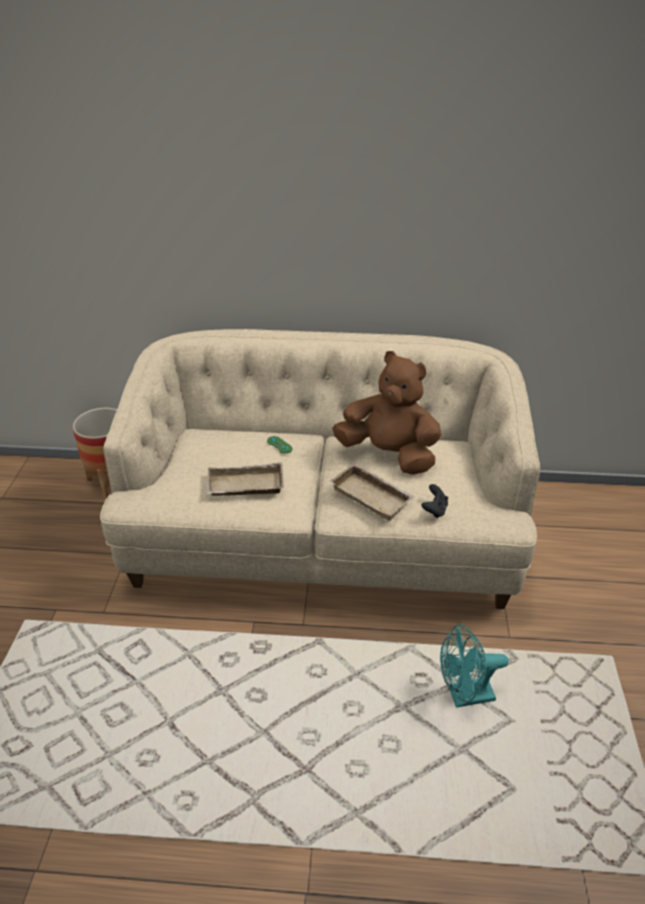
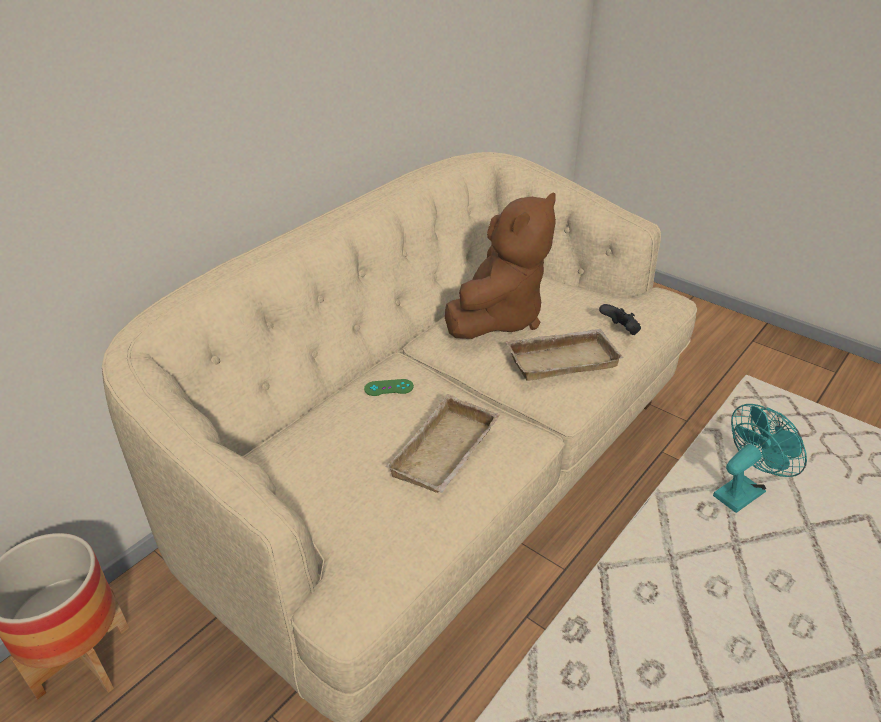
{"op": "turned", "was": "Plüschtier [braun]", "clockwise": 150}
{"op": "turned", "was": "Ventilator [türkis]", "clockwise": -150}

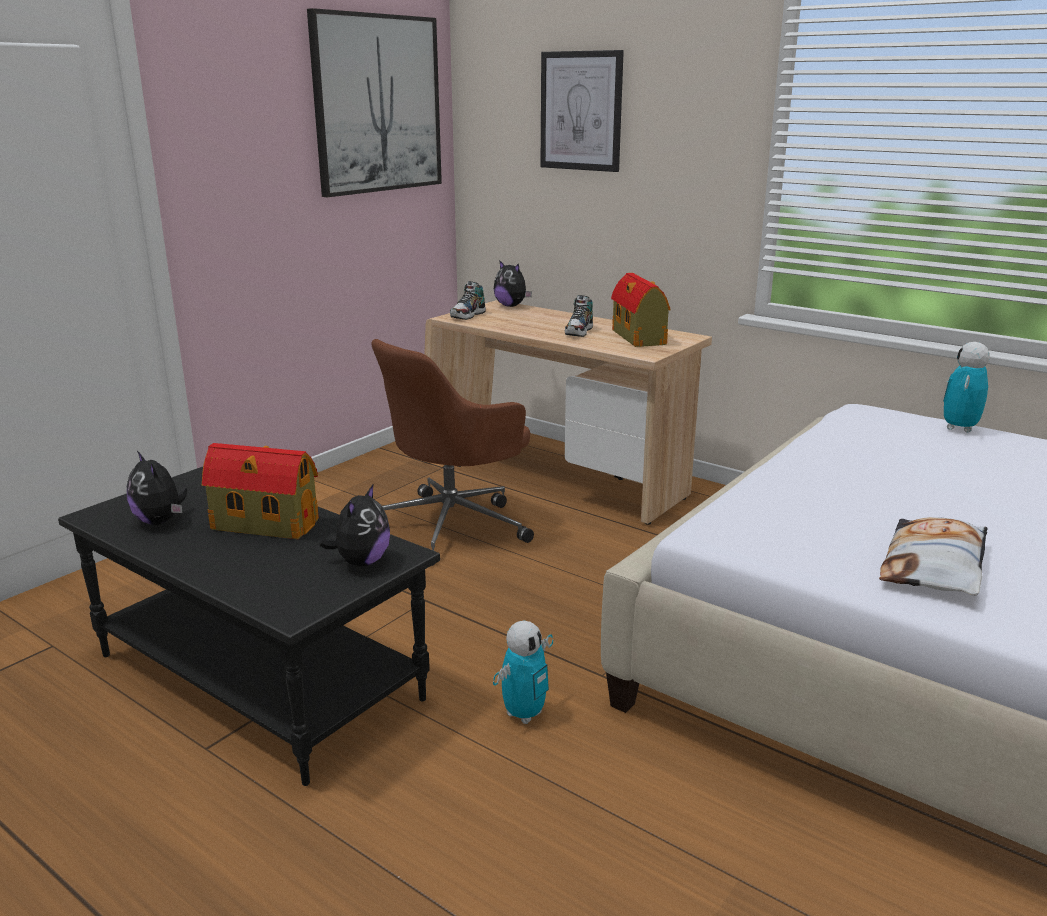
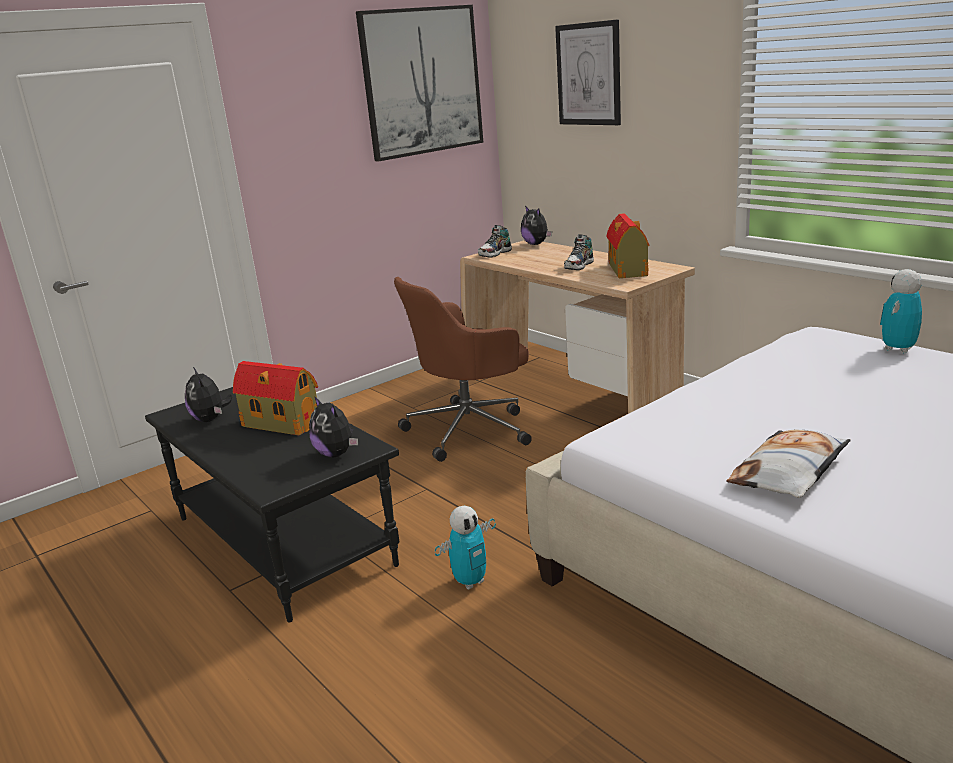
{"op": "turned", "was": "Plüschtier (2nd from left)", "clockwise": 105}

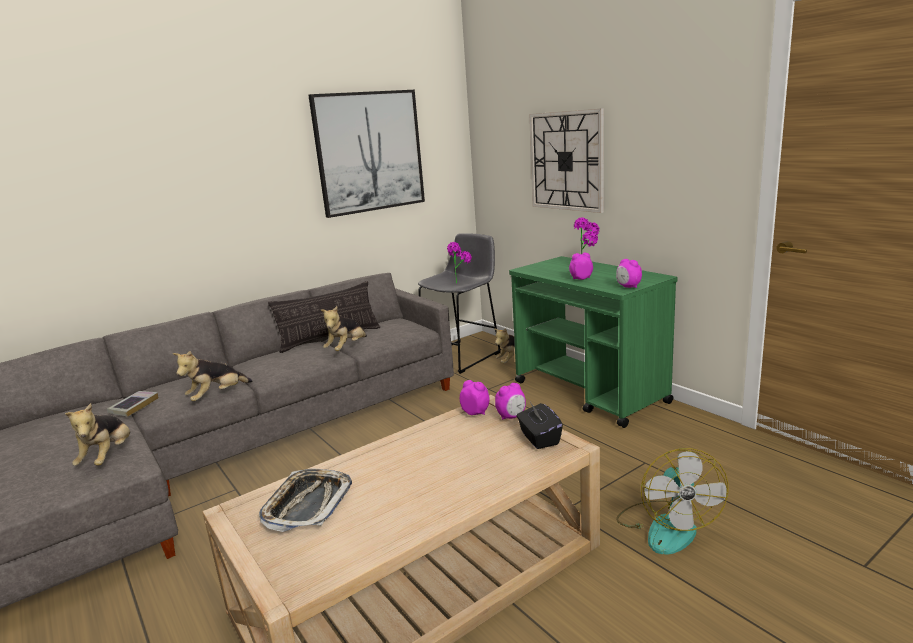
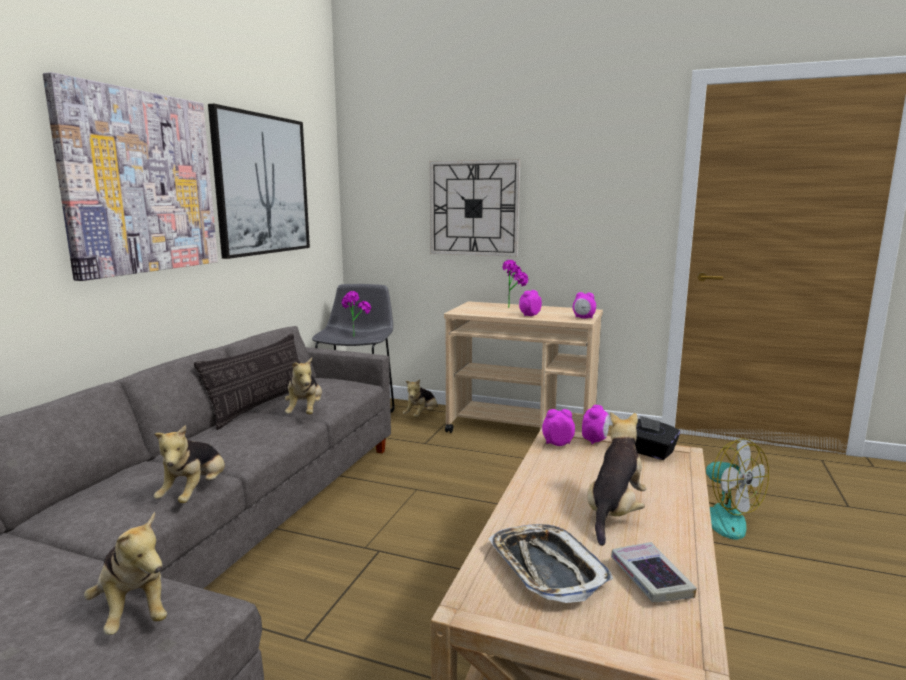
{"op": "recoloured", "was": "Rollwagen [grün]", "now": "Rollwagen [beige]"}
{"op": "moved", "was": "Buch"}
{"op": "added", "now": "Bild (1st from left)"}
{"op": "added", "now": "Plüschtier (5th from left)"}

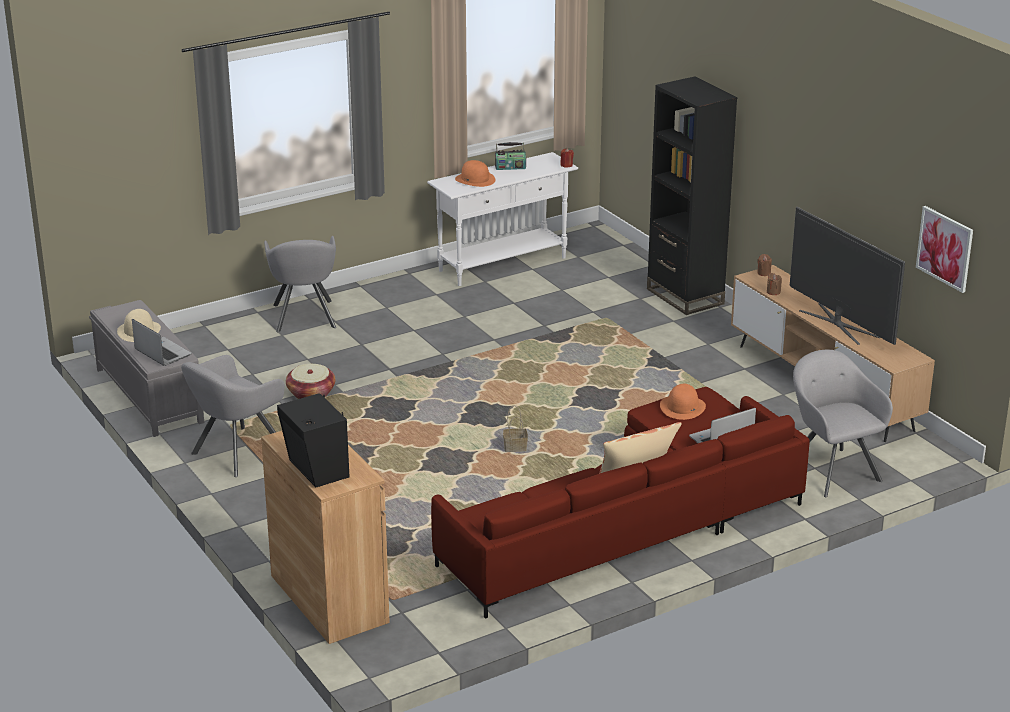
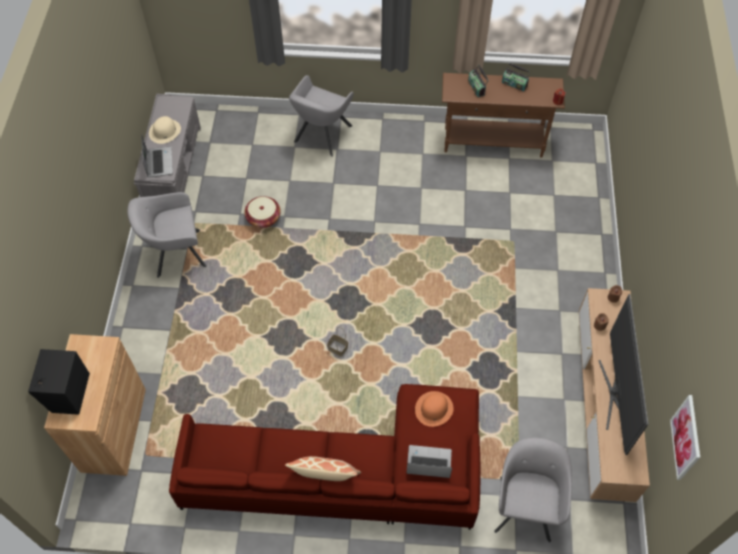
{"op": "removed", "was": "Bücherregal [schwarz]"}
{"op": "recoloured", "was": "Konsolentisch [weiß]", "now": "Konsolentisch [braun]"}
{"op": "replaced", "was": "Hut [orange] (1st from left)", "now": "Radio (1st from left)"}

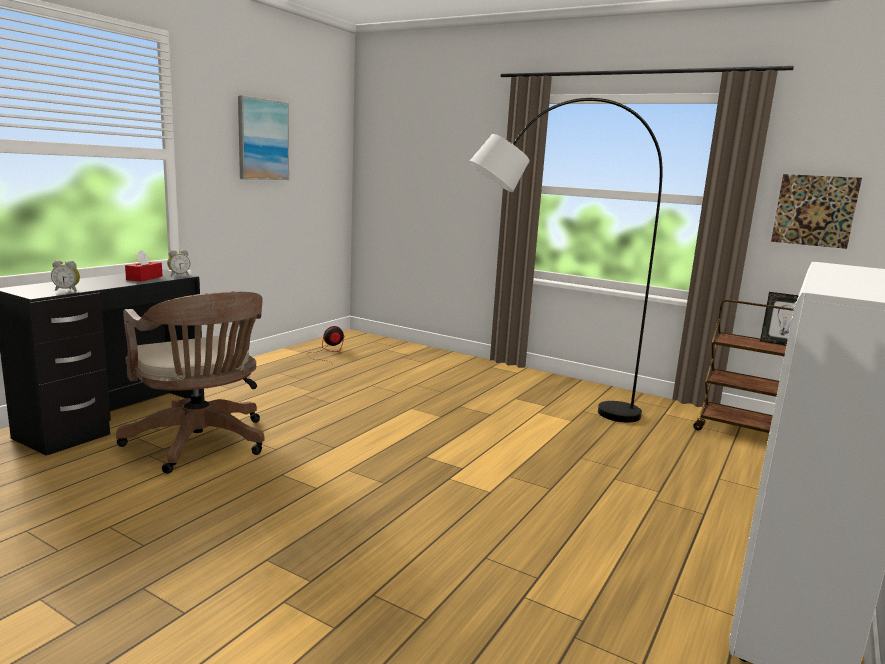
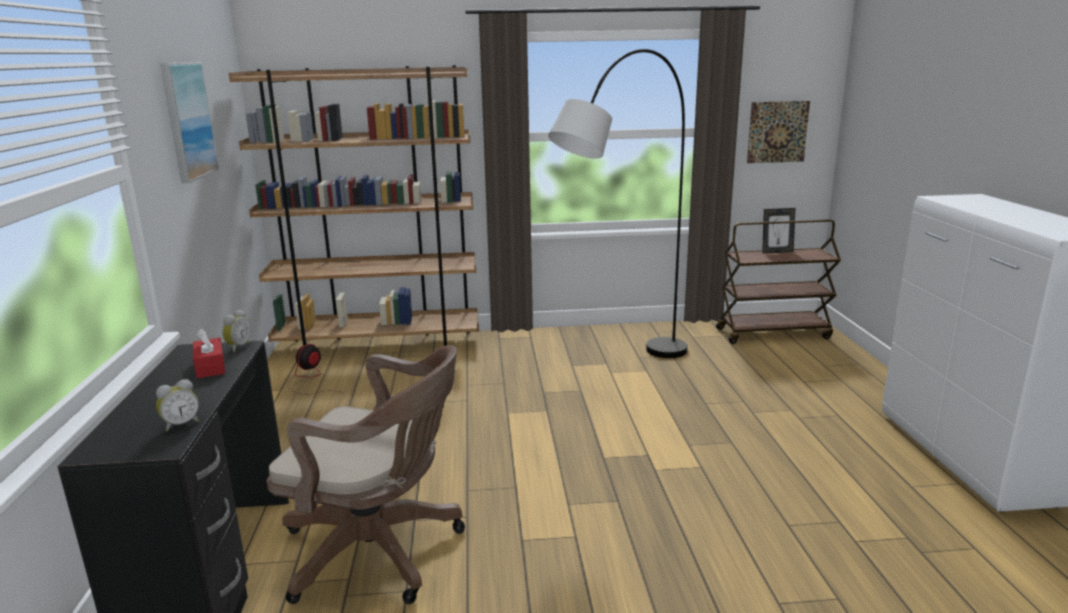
{"op": "added", "now": "Bücherregal [braun]"}

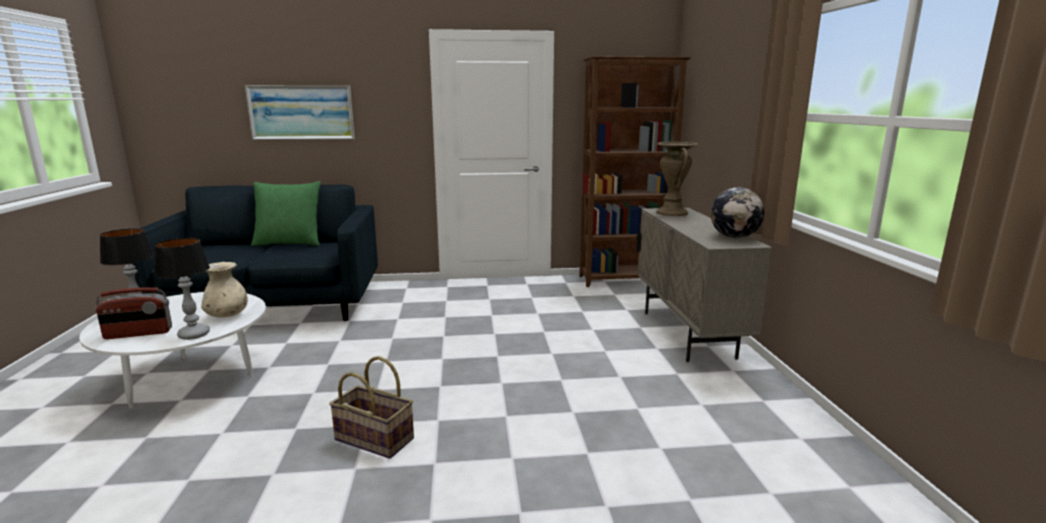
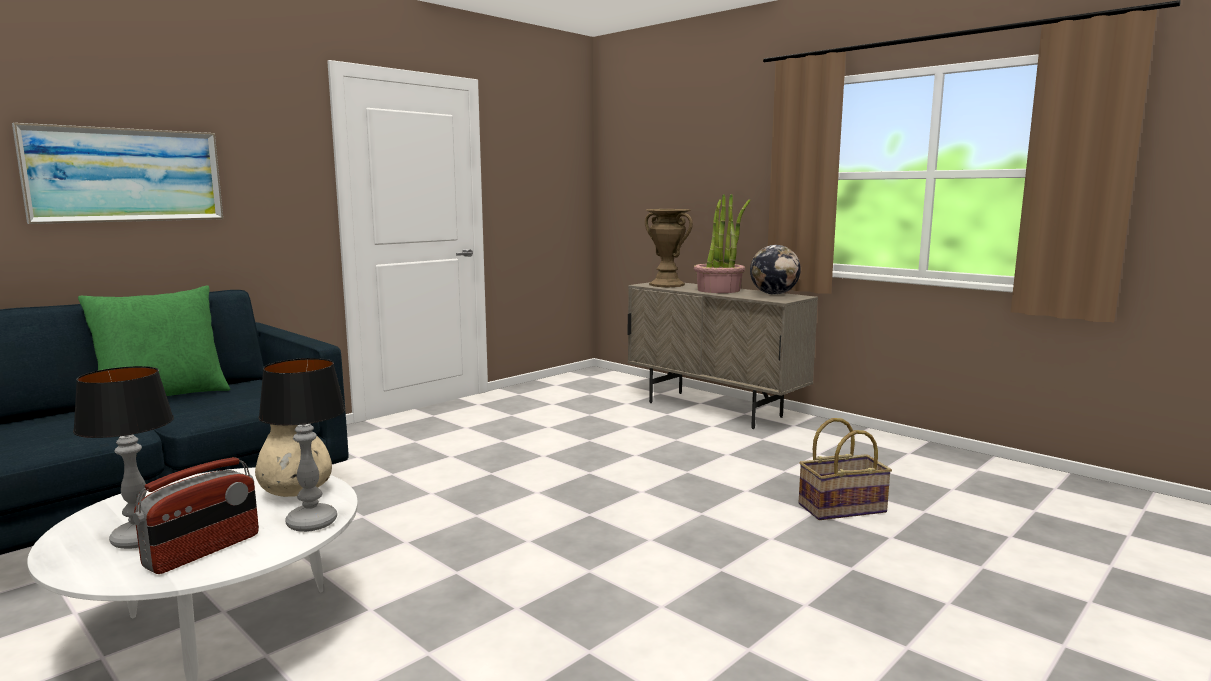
{"op": "removed", "was": "Bücherregal [braun]"}
{"op": "moved", "was": "Korb"}
{"op": "added", "now": "Topfpflanze"}

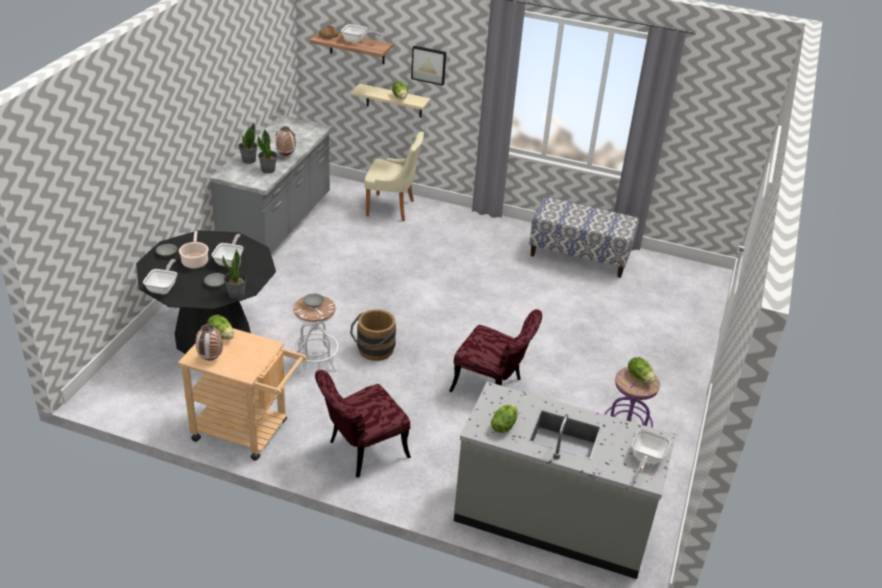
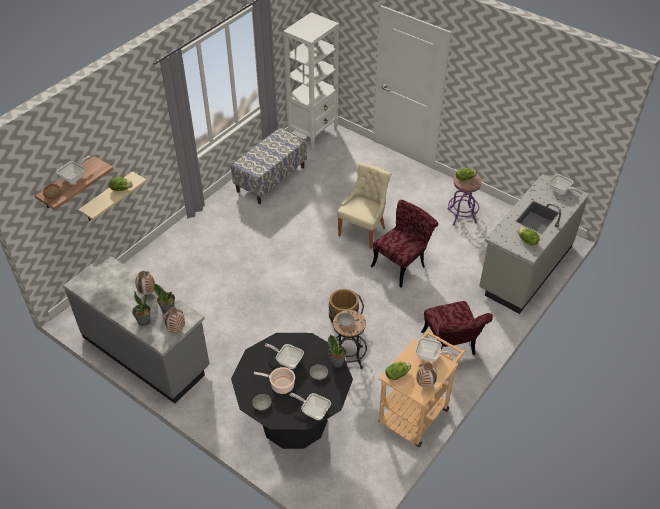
{"op": "removed", "was": "Bild"}
{"op": "moved", "was": "Stuhl [beige]"}
{"op": "recoloured", "was": "Hocker [weiß]", "now": "Hocker [schwarz]"}
{"op": "added", "now": "Bücherregal [weiß]"}
{"op": "added", "now": "Vase (2nd from left)"}
{"op": "added", "now": "Pfanne (4th from left)"}

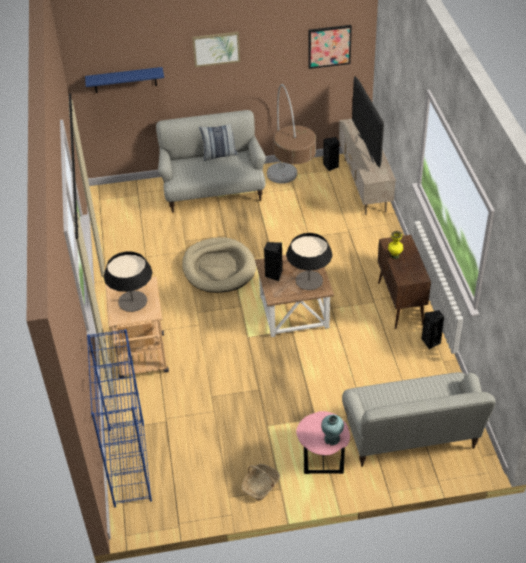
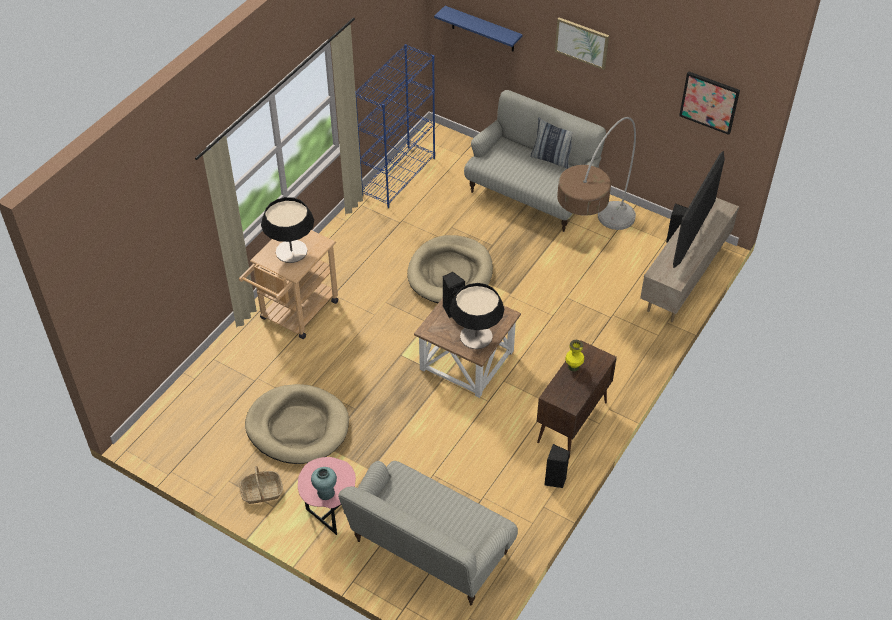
{"op": "moved", "was": "Bücherregal [blau]"}
{"op": "added", "now": "Hundebett [beige] (1st from left)"}

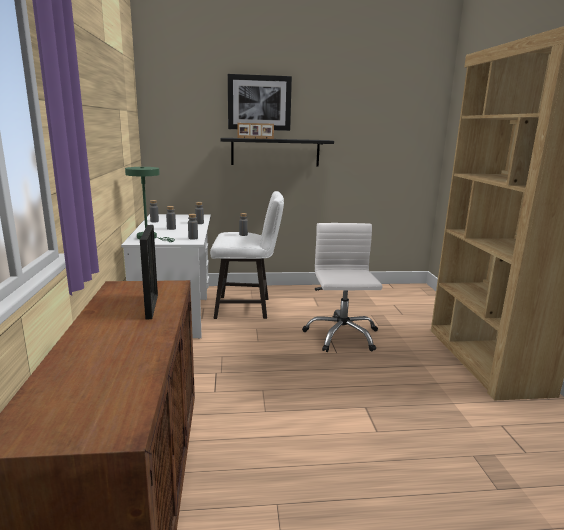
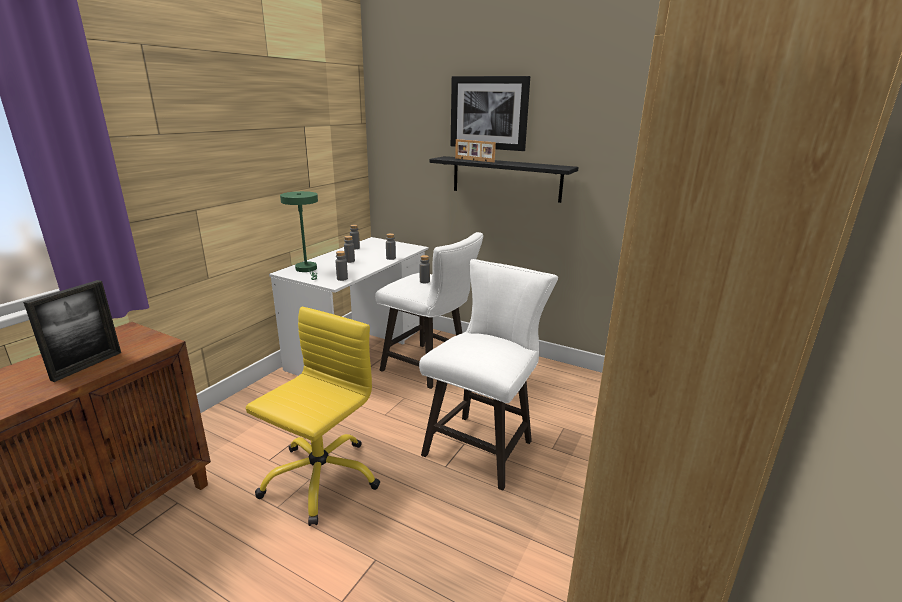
{"op": "replaced", "was": "Bürostuhl [weiß]", "now": "Hocker [weiß] (2nd from left)"}
{"op": "added", "now": "Bürostuhl [gelb]"}

